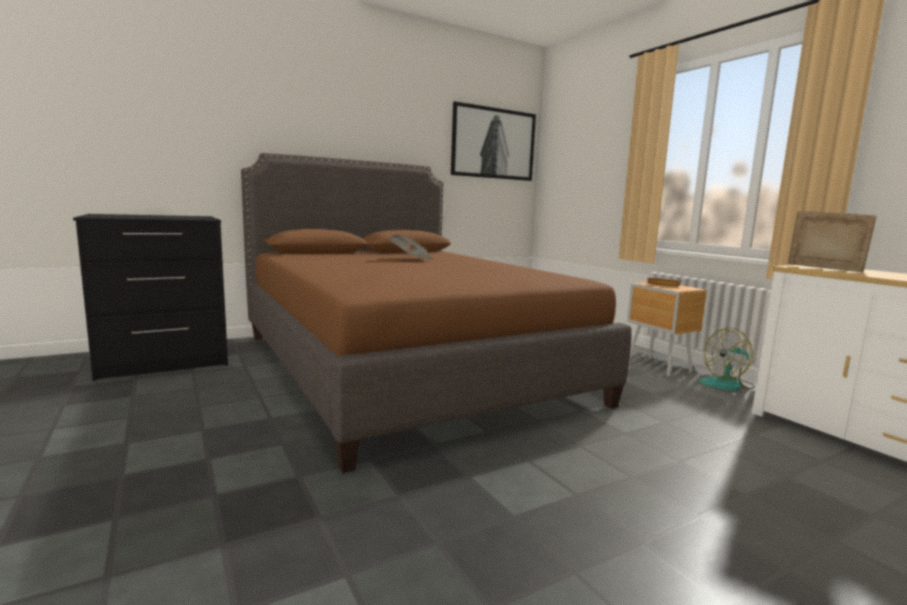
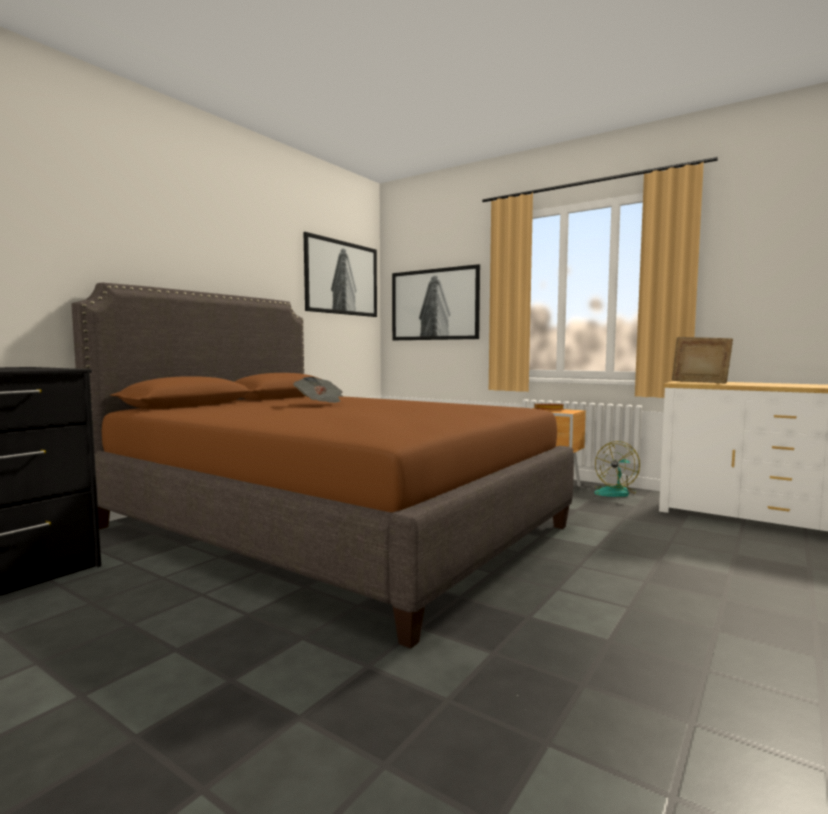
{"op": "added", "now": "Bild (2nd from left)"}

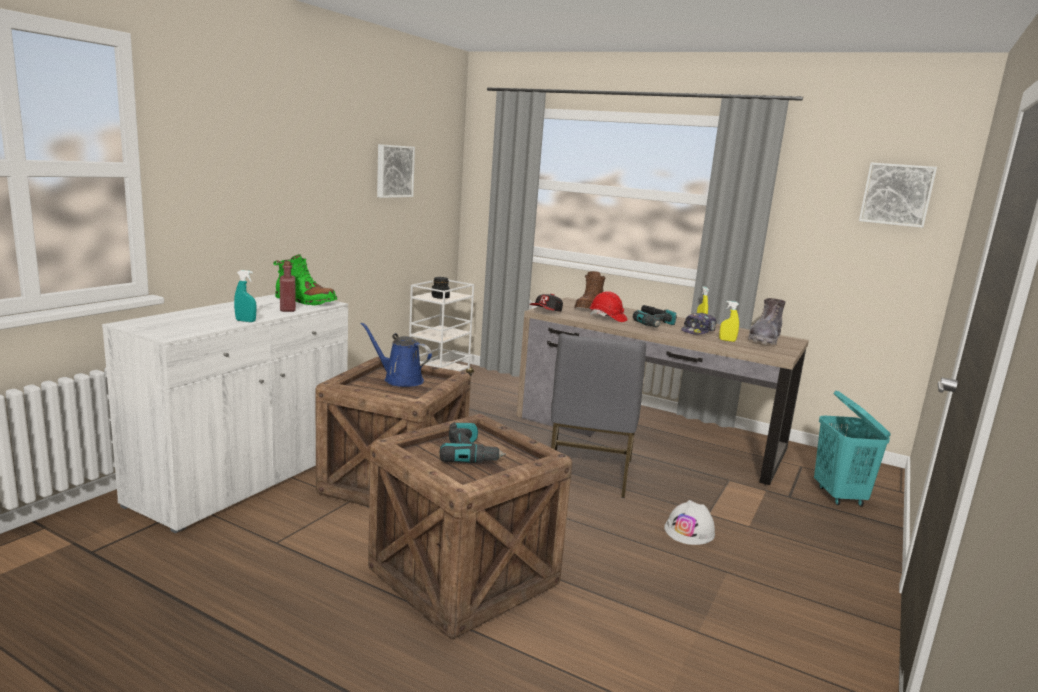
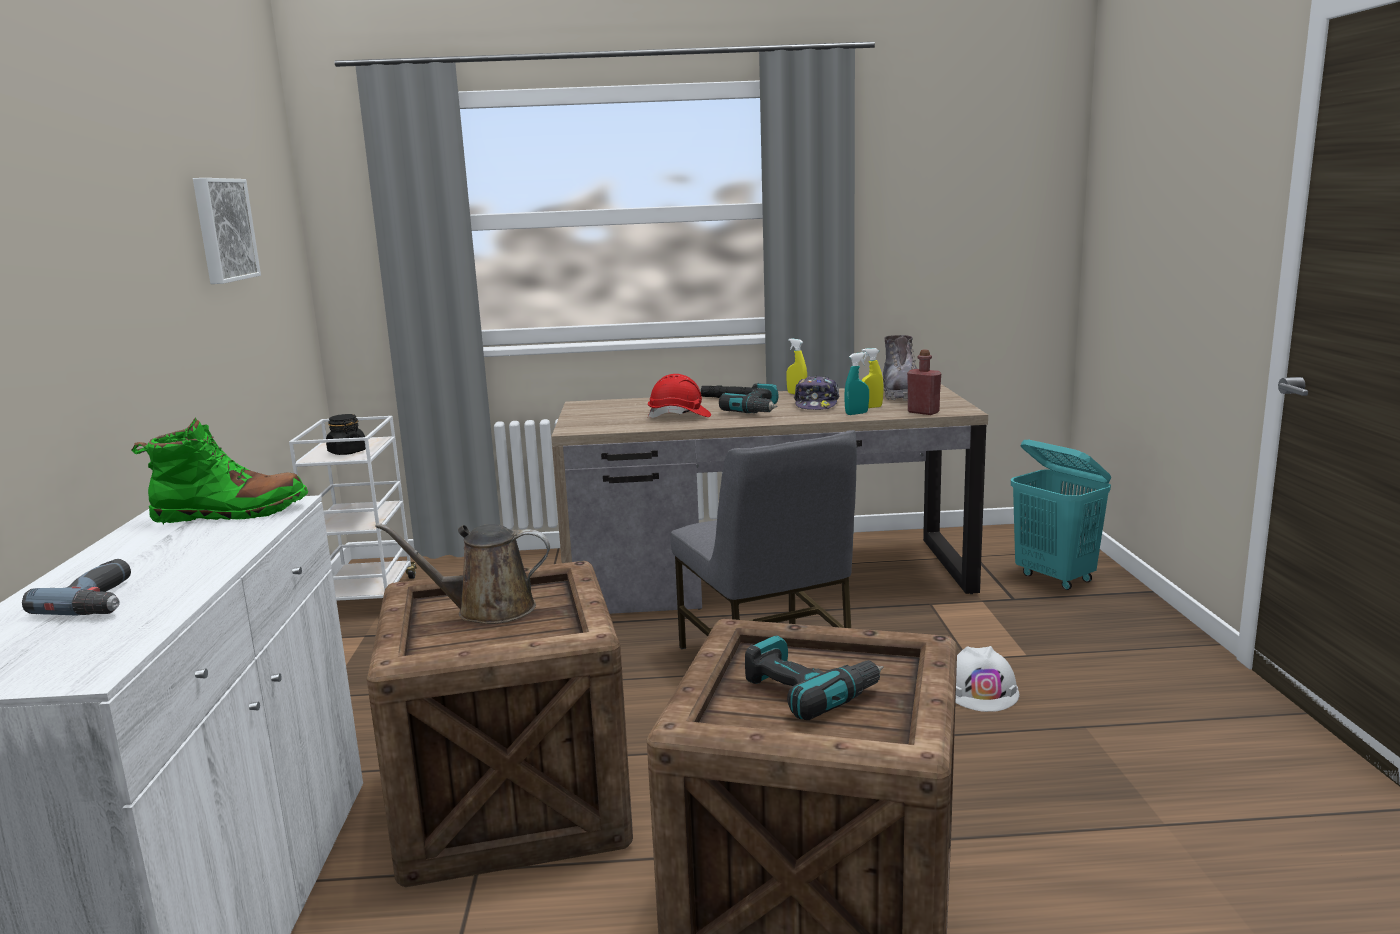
{"op": "removed", "was": "Bild (2nd from left)"}
{"op": "moved", "was": "Flasche [rot]"}
{"op": "moved", "was": "Sprühflasche [türkis]"}
{"op": "removed", "was": "Stiefel [braun]"}
{"op": "removed", "was": "Kappe (1st from left)"}
{"op": "recoloured", "was": "Gießkanne [blau]", "now": "Gießkanne [braun]"}
{"op": "added", "now": "Bohrmaschine (1st from left)"}

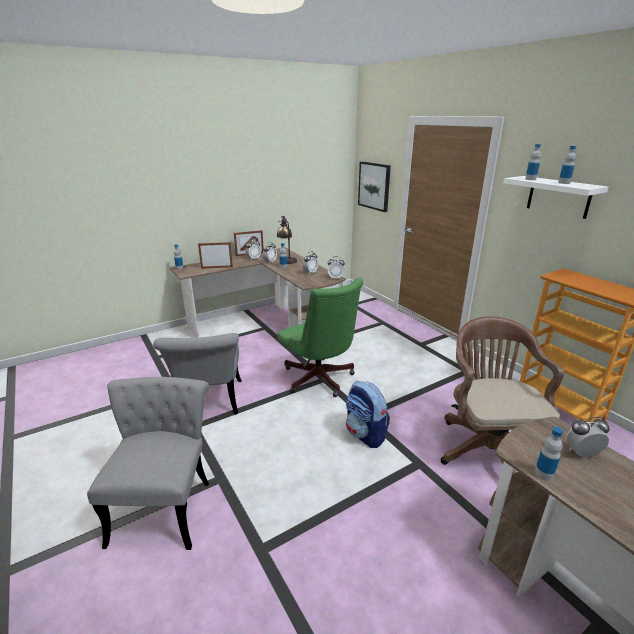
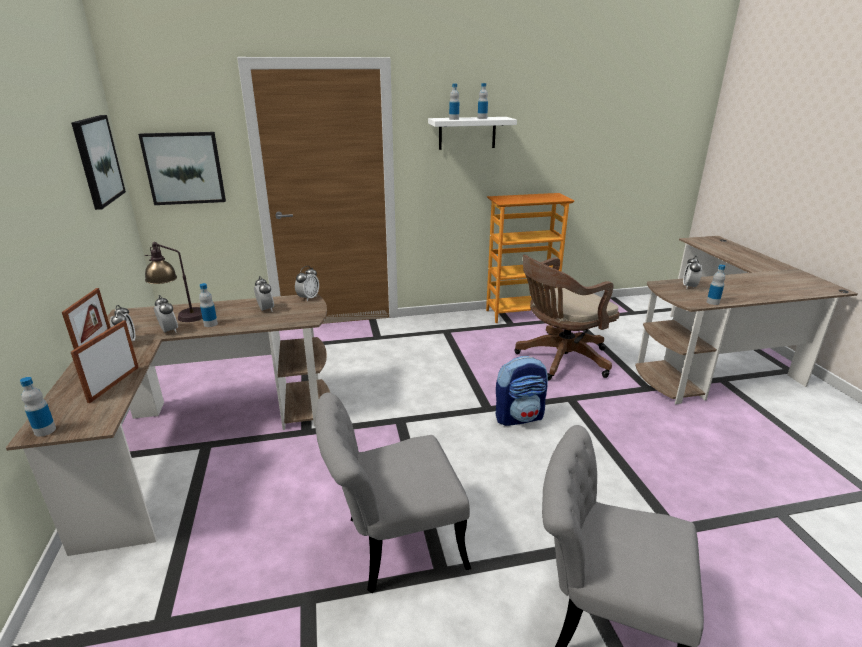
{"op": "removed", "was": "Bürostuhl [grün]"}
{"op": "turned", "was": "Bürostuhl [braun]", "clockwise": -45}
{"op": "turned", "was": "Stuhl [grau] (2nd from left in the first image)", "clockwise": 150}
{"op": "added", "now": "Bild (1st from left)"}

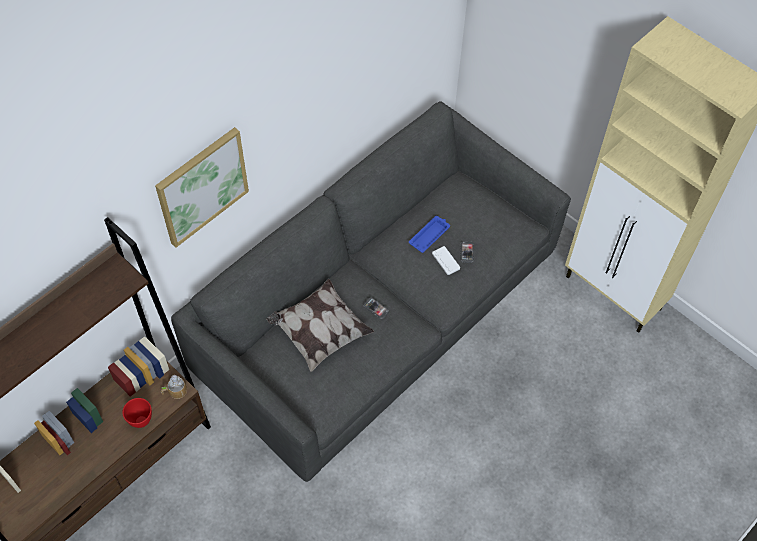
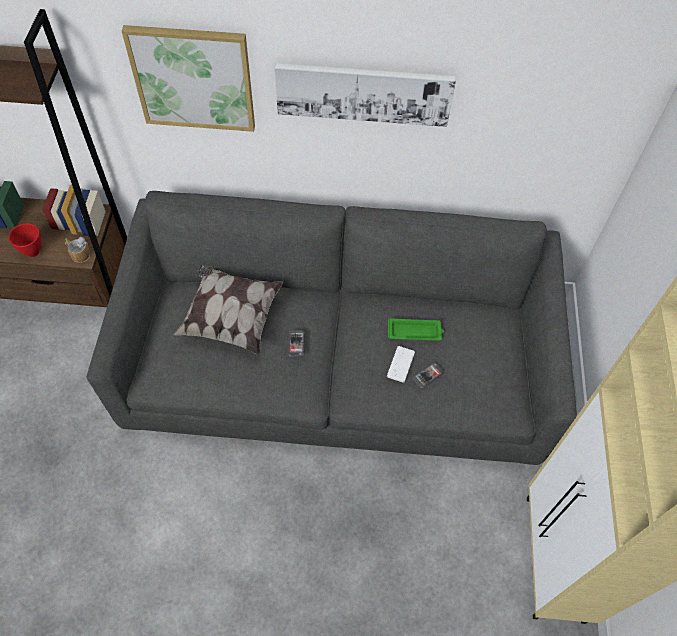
{"op": "recoloured", "was": "Tablett [blau]", "now": "Tablett [grün]"}
{"op": "added", "now": "Bild (2nd from left)"}

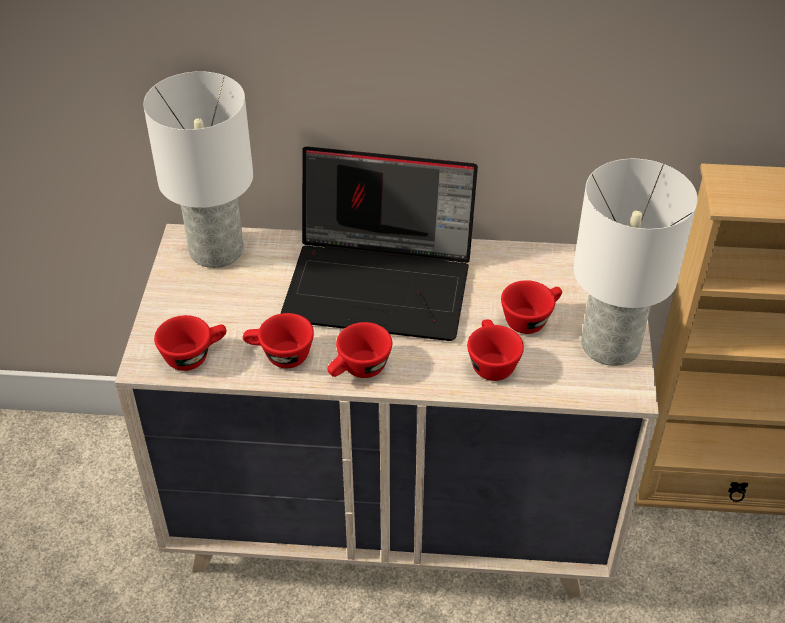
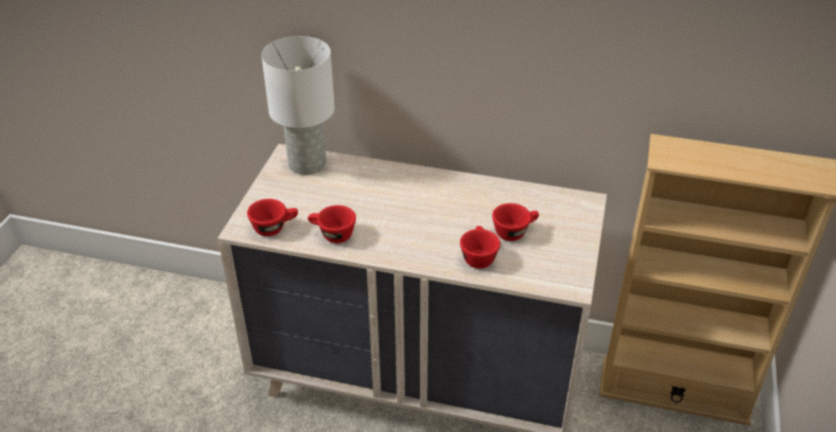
{"op": "removed", "was": "Laptop"}
{"op": "removed", "was": "Tischlampe [weiß] (2nd from left)"}
{"op": "removed", "was": "Tasse [rot] (3rd from left)"}

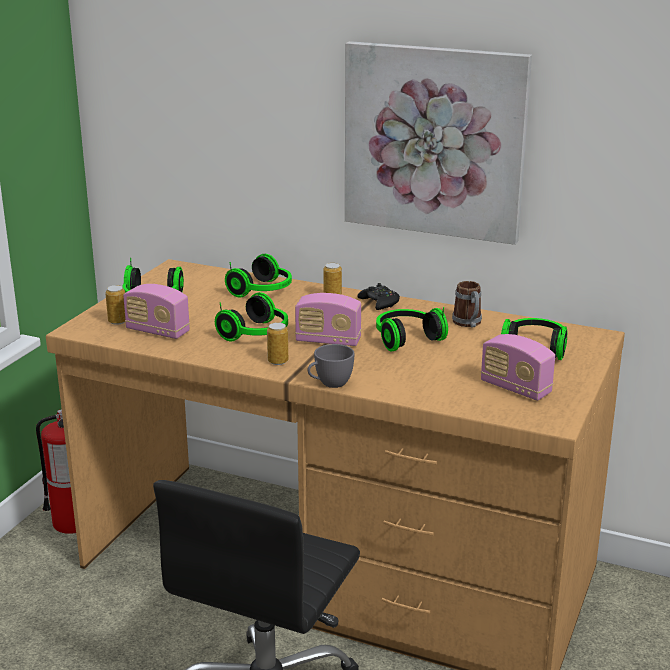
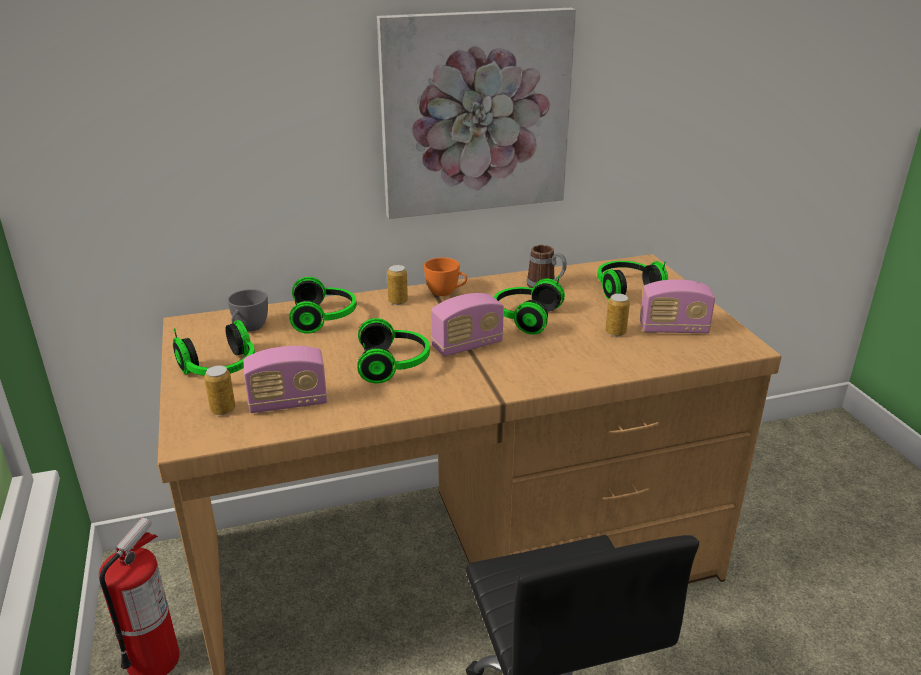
{"op": "replaced", "was": "Gamepad [schwarz]", "now": "Tasse [orange]"}
{"op": "moved", "was": "Dose (2nd from left in the first image)", "now": "Dose (3rd from left)"}
{"op": "moved", "was": "Tasse [grau]"}

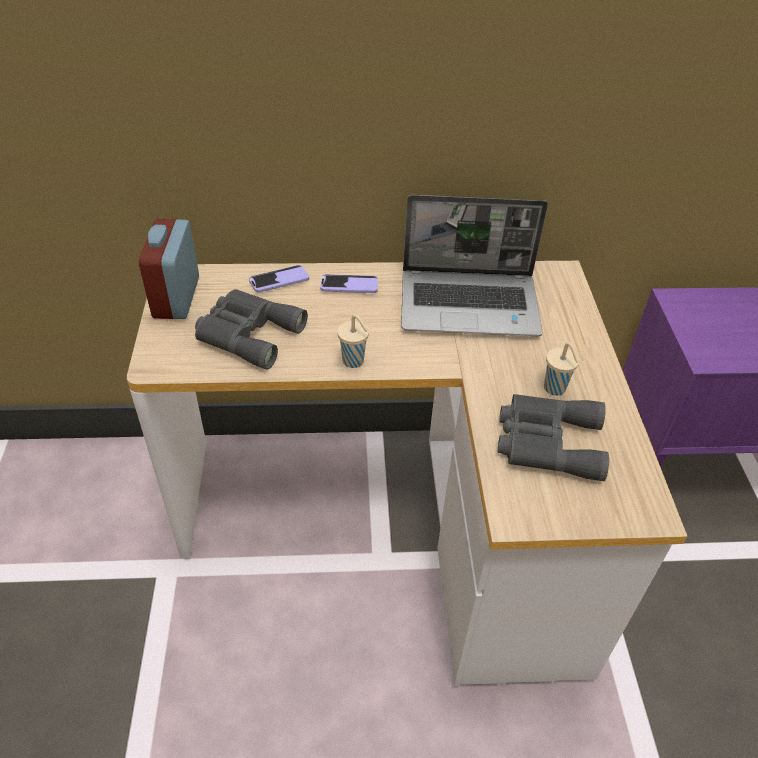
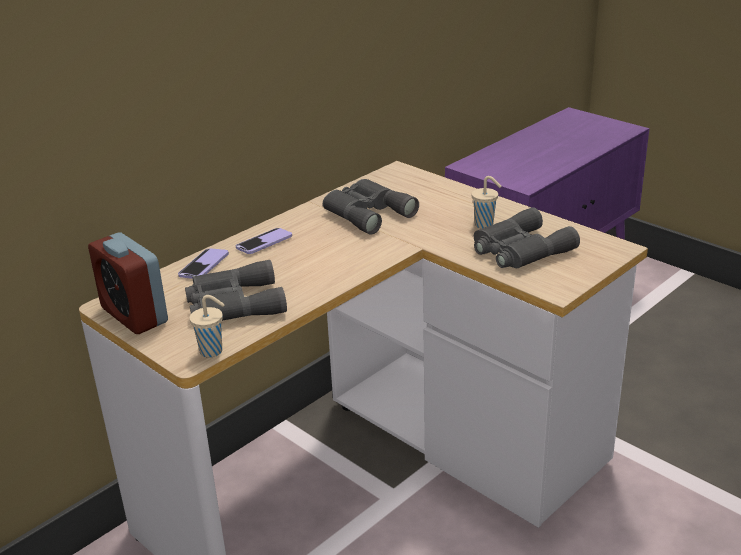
{"op": "replaced", "was": "Laptop", "now": "Fernglas [grau] (2nd from left)"}
{"op": "moved", "was": "Tasse [beige] (1st from left)"}

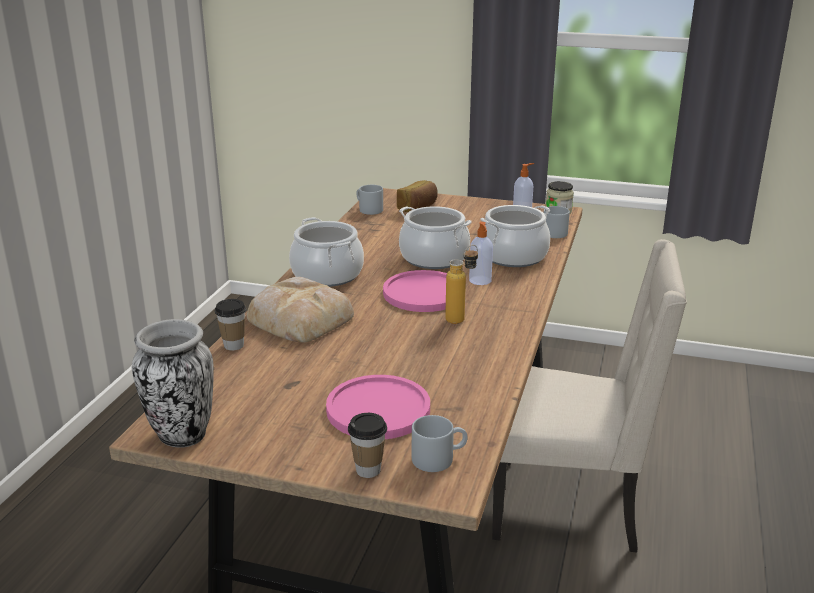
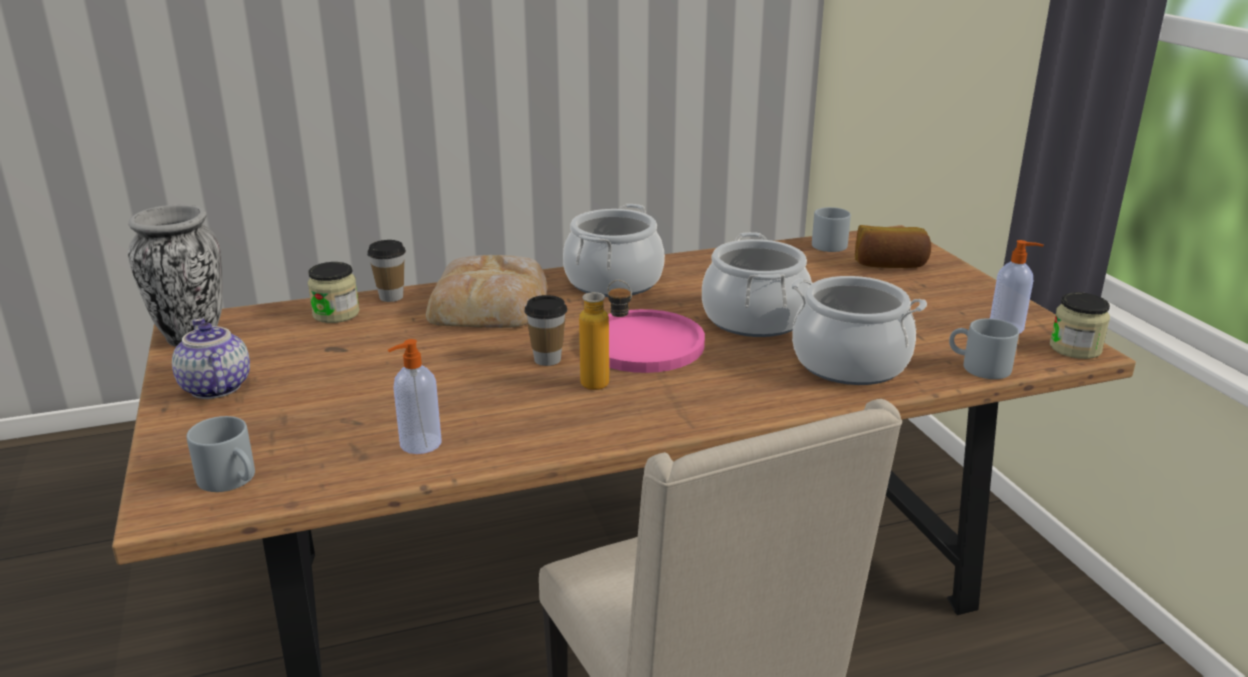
{"op": "moved", "was": "Seifenspender (1st from left)"}
{"op": "removed", "was": "Teller [rosa] (1st from left)"}
{"op": "moved", "was": "Tasse (2nd from left)"}
{"op": "added", "now": "Vorratsglas (1st from left)"}
{"op": "added", "now": "Teekanne"}

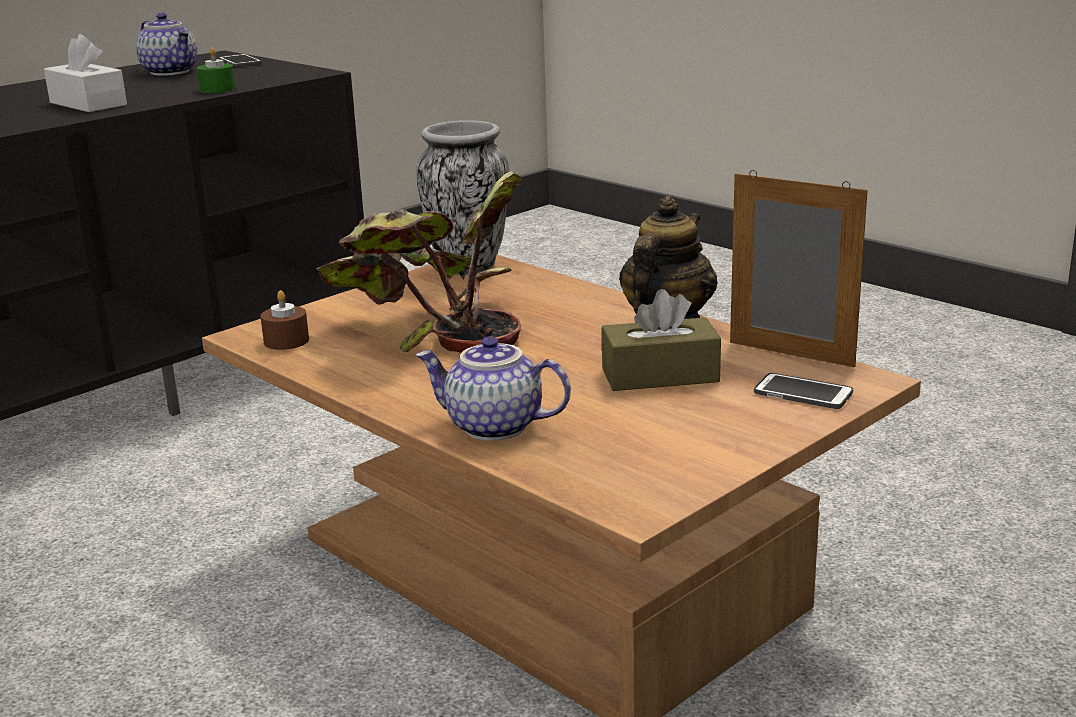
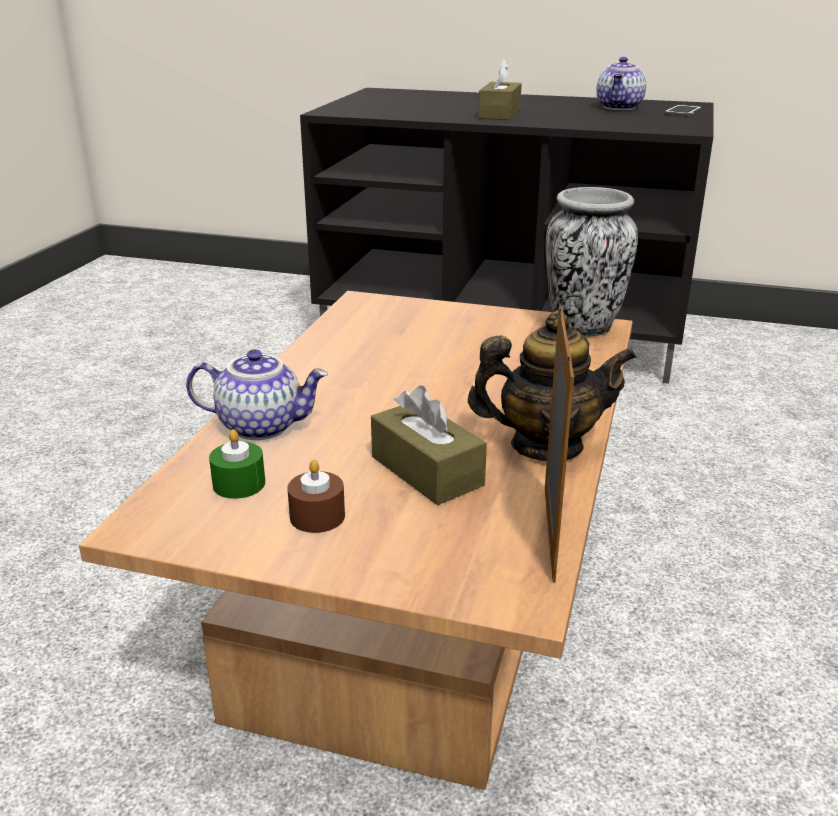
{"op": "recoloured", "was": "Taschentuchbox [weiß]", "now": "Taschentuchbox [braun] (2nd from left)"}
{"op": "moved", "was": "Kerze [grün]"}
{"op": "removed", "was": "Topfpflanze"}
{"op": "moved", "was": "Kerze [braun]"}
{"op": "turned", "was": "Teekanne (2nd from left in the first image)", "clockwise": 105}
{"op": "removed", "was": "Handy (2nd from left)"}

